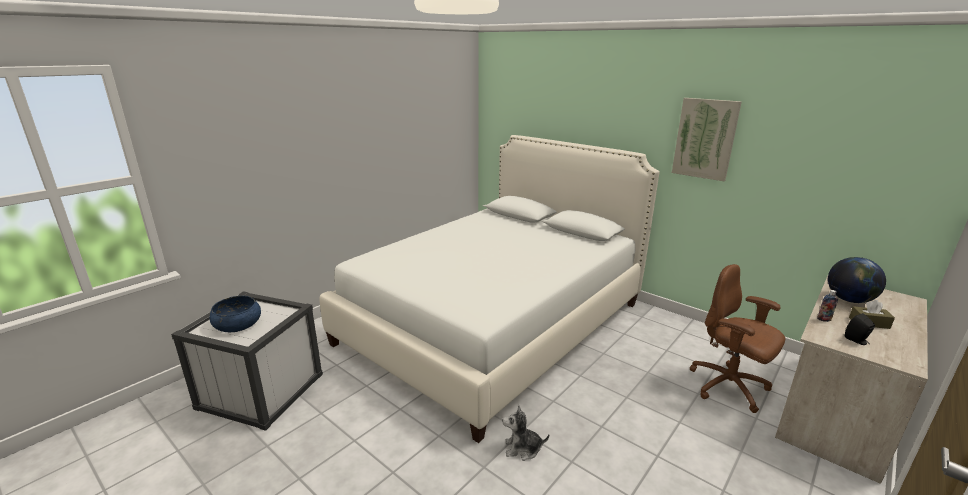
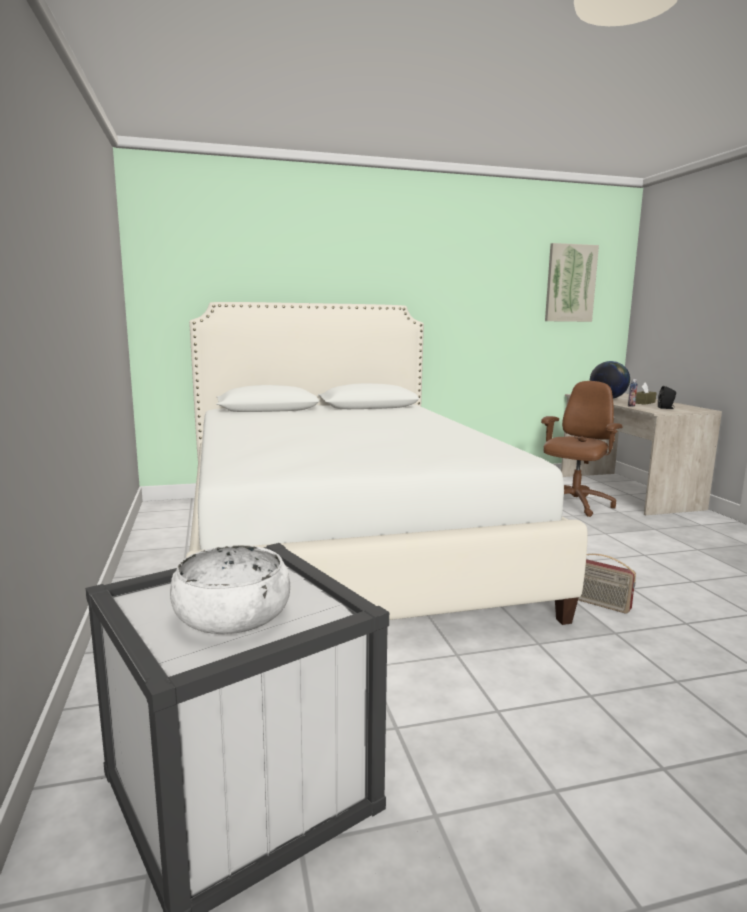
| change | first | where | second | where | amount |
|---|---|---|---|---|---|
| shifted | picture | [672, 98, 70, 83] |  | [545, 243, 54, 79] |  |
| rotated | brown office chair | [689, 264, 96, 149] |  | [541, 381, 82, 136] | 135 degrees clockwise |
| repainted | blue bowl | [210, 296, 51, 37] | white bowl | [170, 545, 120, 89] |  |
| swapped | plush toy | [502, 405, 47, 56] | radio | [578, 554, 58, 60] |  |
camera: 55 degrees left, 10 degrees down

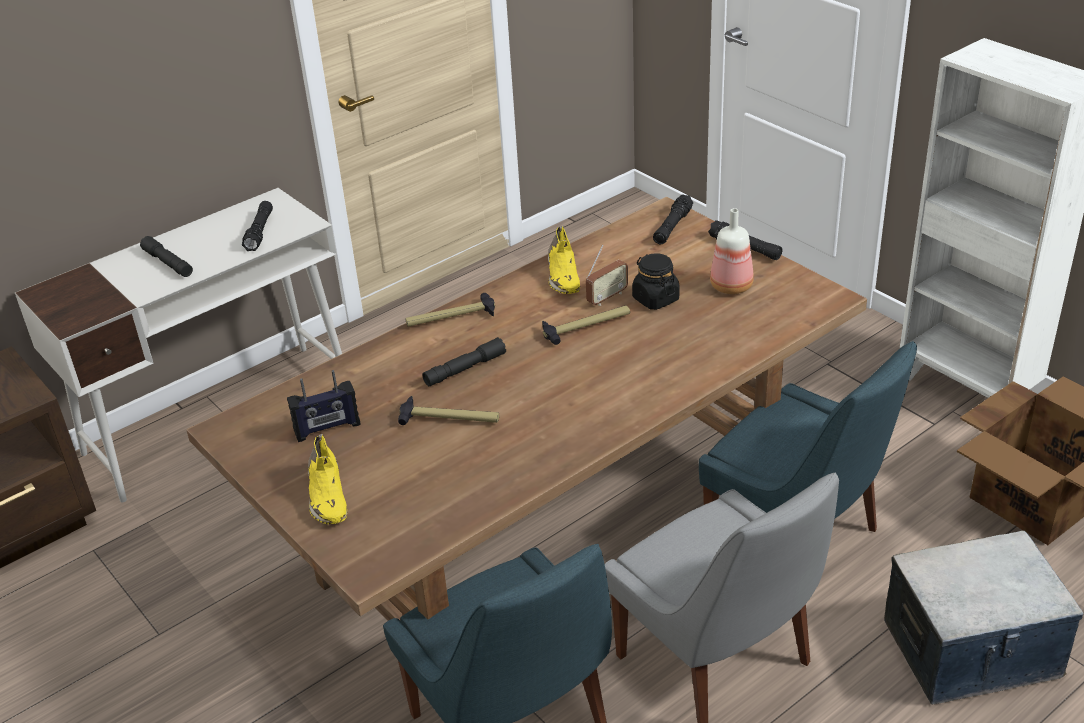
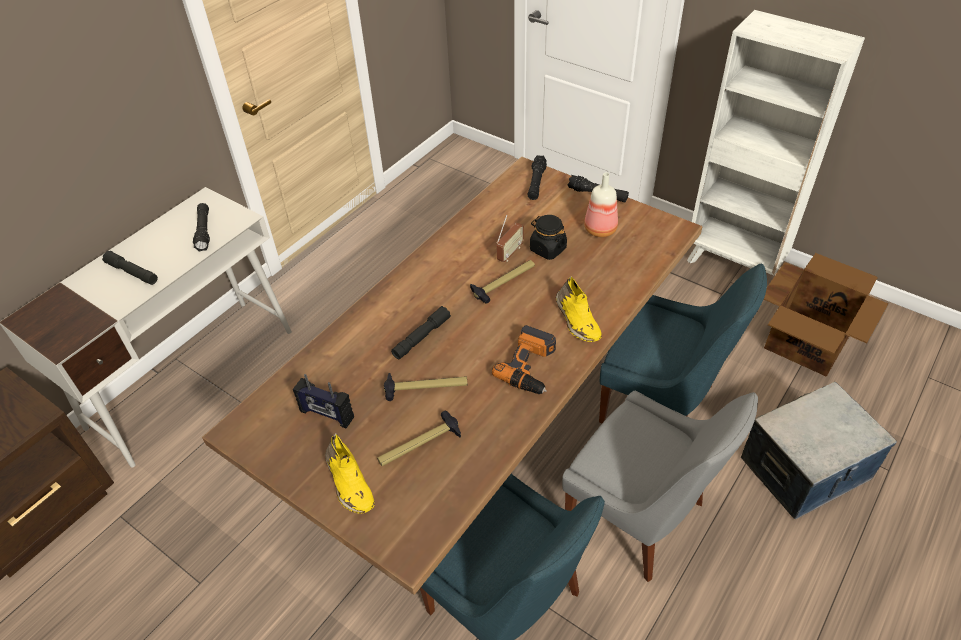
| change | first | where | second | where | amount |
|---|---|---|---|---|---|
| shifted | yellow shoe | [548, 226, 32, 68] |  | [556, 276, 46, 66] |  |
| shifted | hammer | [405, 293, 90, 34] |  | [377, 411, 84, 55] |  |
| rotated | radio | [287, 370, 73, 72] |  | [293, 374, 61, 55] | 60 degrees clockwise |
| new |  |  | power drill | [492, 325, 64, 69] |  |
camera: 15 degrees left, 10 degrees up

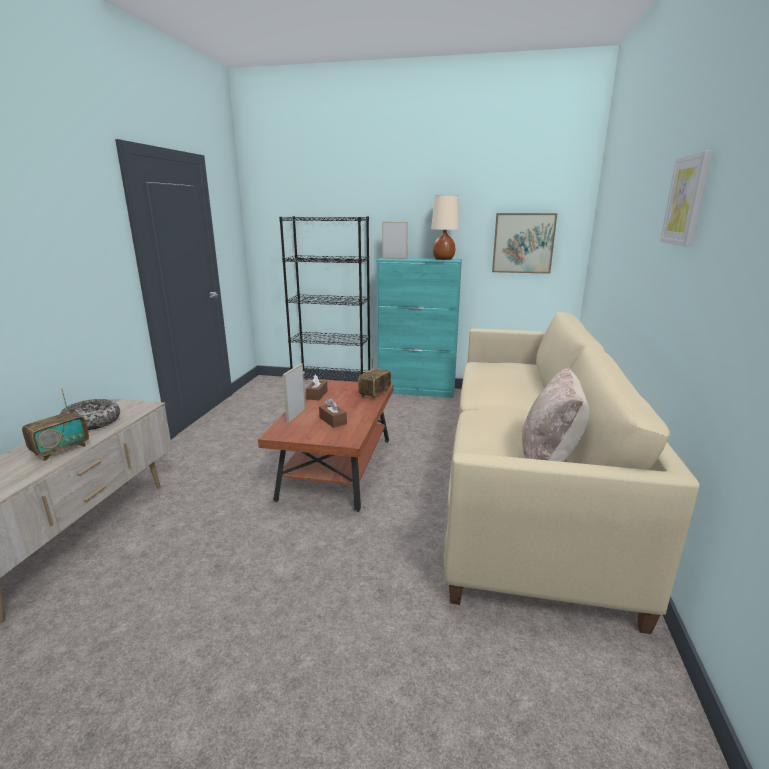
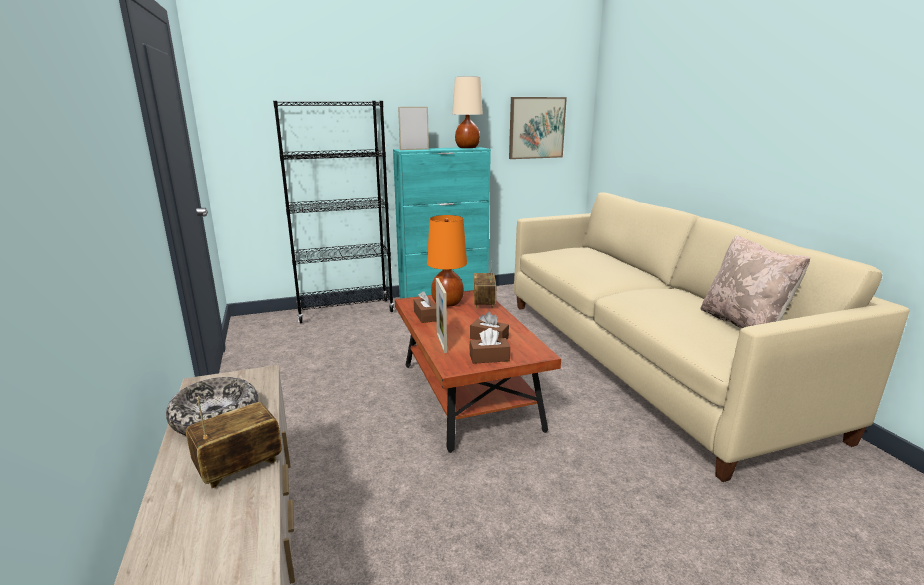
| change | first | where | second | where | amount |
|---|---|---|---|---|---|
| gone | picture | [660, 151, 52, 96] |  |  |  |
| rotated | radio | [22, 389, 67, 72] |  | [186, 397, 96, 91] | 135 degrees counterclockwise |
| new |  |  | orange table lamp | [427, 215, 40, 92] |  |
| new |  |  | brown tissue box | [469, 328, 41, 36] |  |
camera: 30 degrees left, 0 degrees up

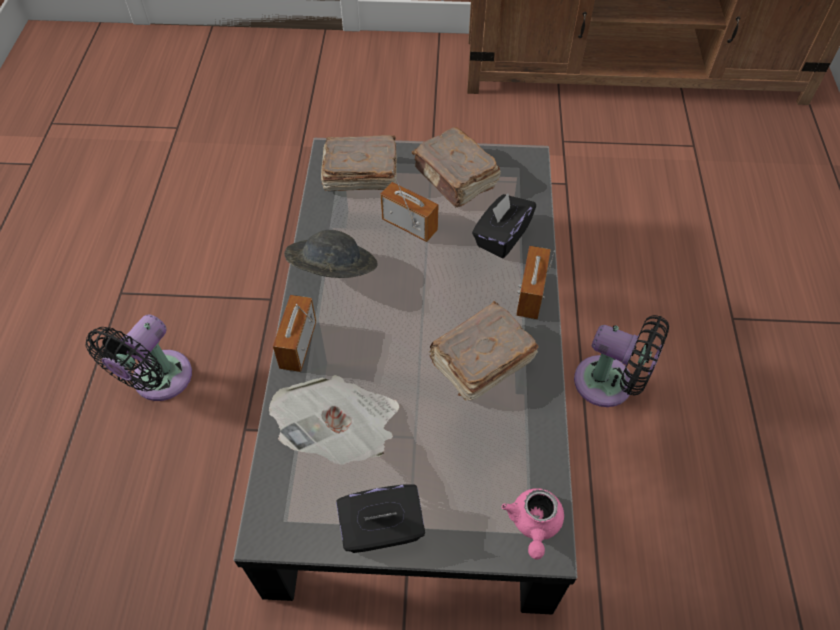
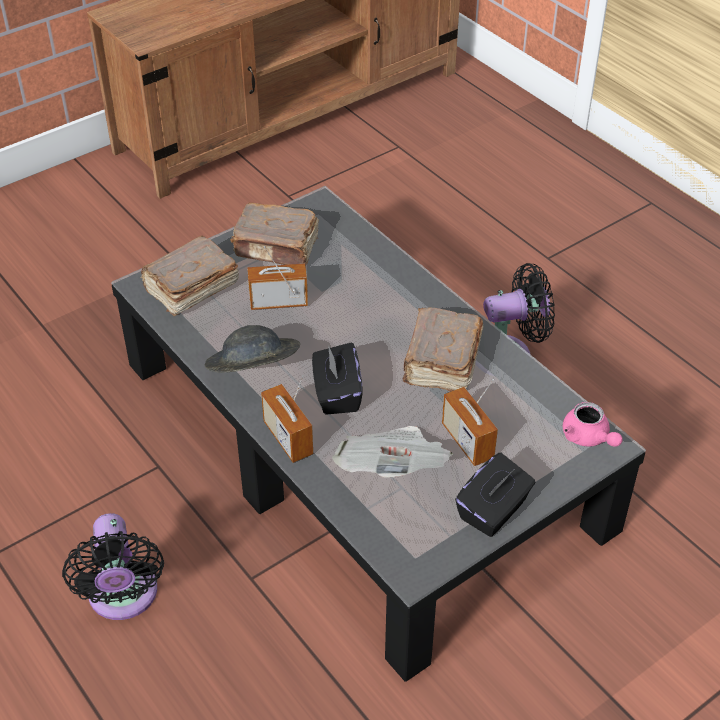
| change | first | where | second | where | amount |
|---|---|---|---|---|---|
| shifted | black tissue box | [472, 194, 64, 64] |  | [312, 342, 51, 73] |  |
| shifted | radio | [516, 246, 39, 73] |  | [442, 379, 56, 87] |  |
camera: 40 degrees left, 10 degrees down

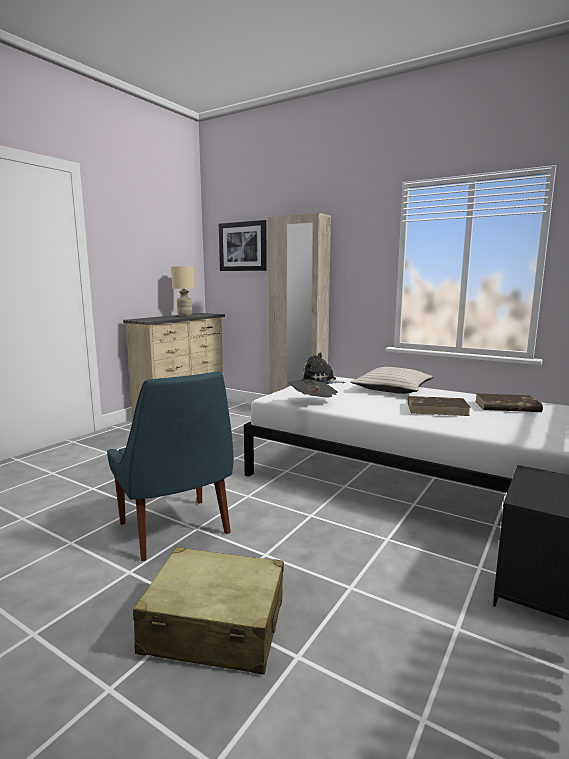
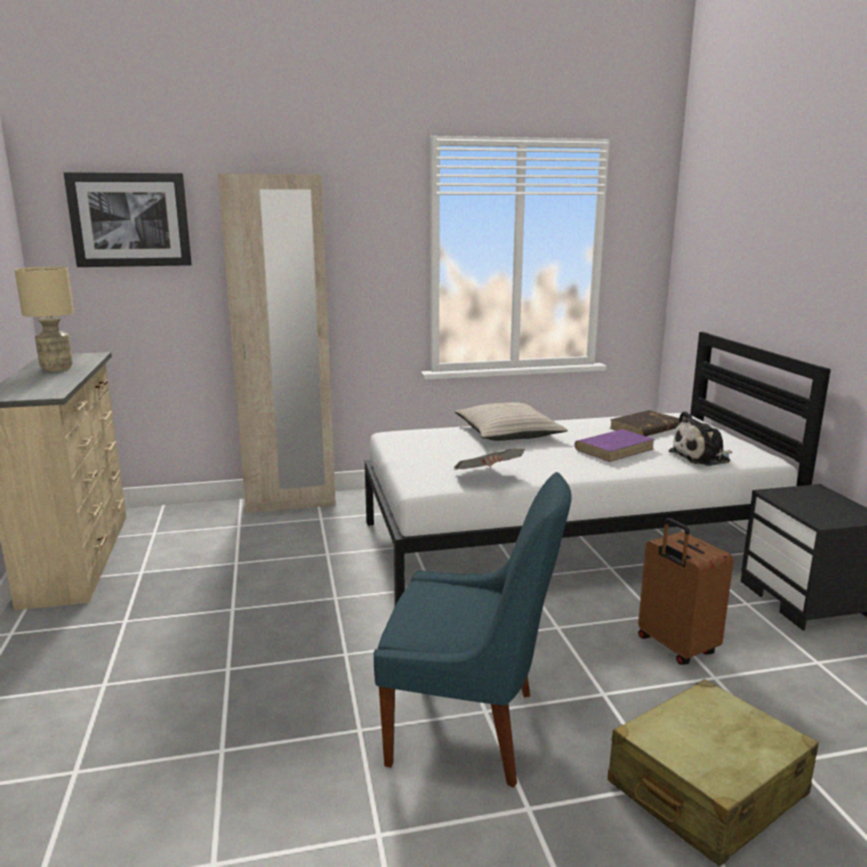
| change | first | where | second | where | amount |
|---|---|---|---|---|---|
| shifted | plush toy | [303, 353, 43, 31] |  | [668, 411, 64, 55] |  |
| repainted | brown book | [408, 396, 63, 20] | purple book | [574, 429, 81, 33] |  |
| new |  |  | brown suitcase | [638, 518, 96, 147] |  |
camera: 45 degrees left, 5 degrees up

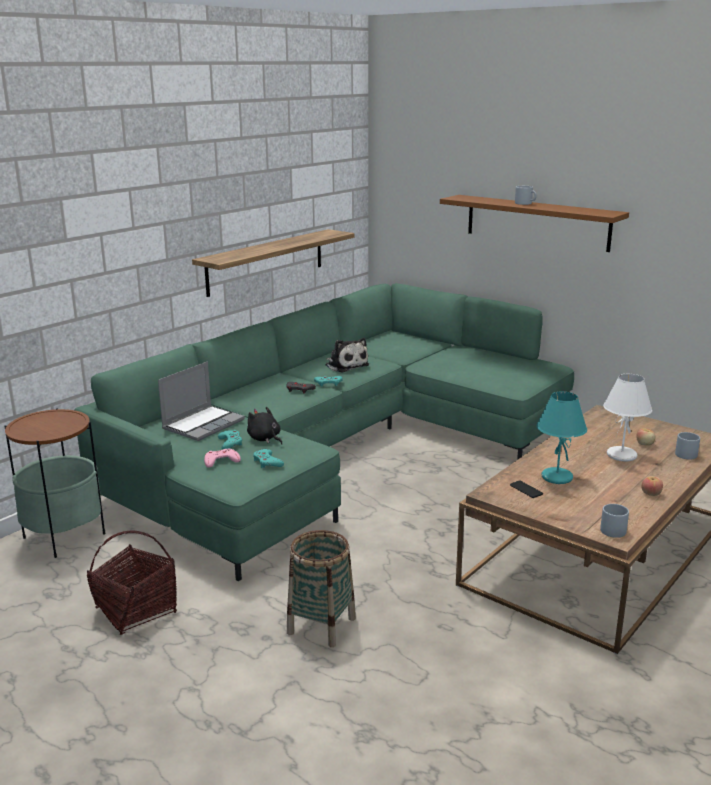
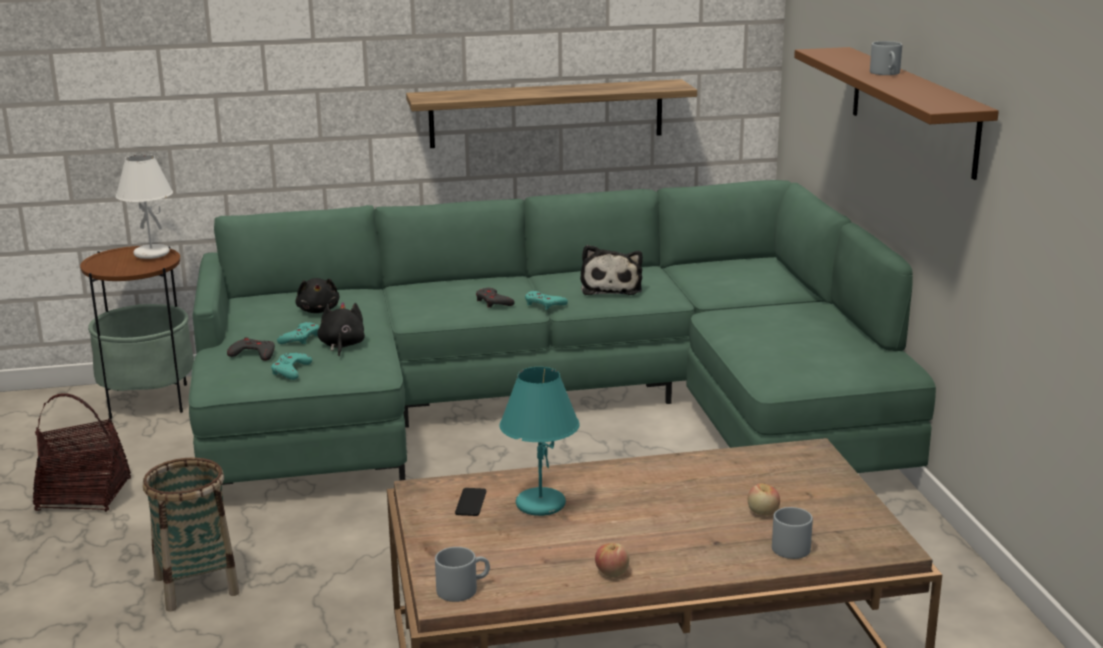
| change | first | where | second | where | amount |
|---|---|---|---|---|---|
| swapped | laptop | [158, 361, 87, 80] | black plush toy | [295, 278, 45, 35] |  |
| shifted | white table lamp | [603, 374, 49, 87] |  | [116, 154, 57, 105] |  |
| repainted | pink game controller | [204, 449, 37, 19] | grey game controller | [227, 337, 48, 24] |  |
camera: 40 degrees right, 0 degrees up

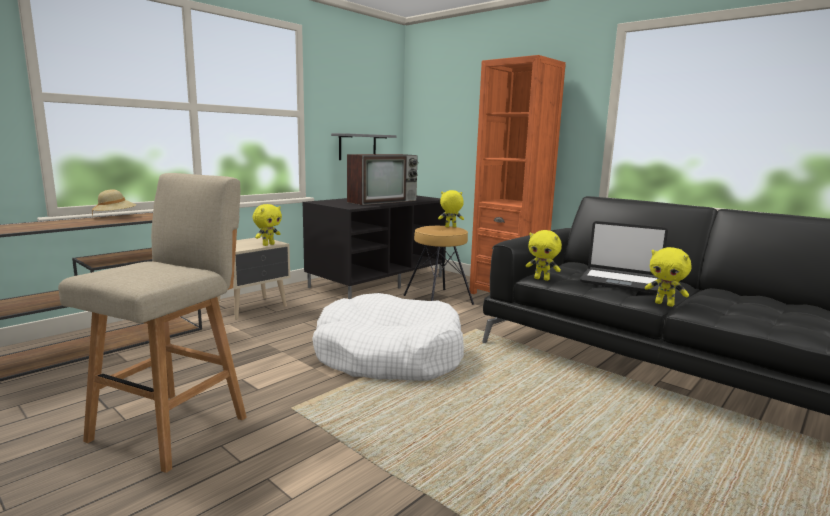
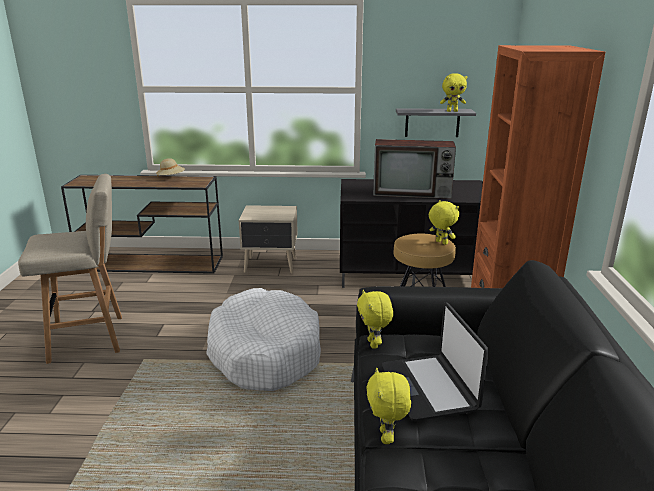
| change | first | where | second | where | amount |
|---|---|---|---|---|---|
| shifted | yellow plush toy | [253, 204, 29, 42] |  | [440, 73, 27, 39] |  |
camera: 50 degrees right, 10 degrees up

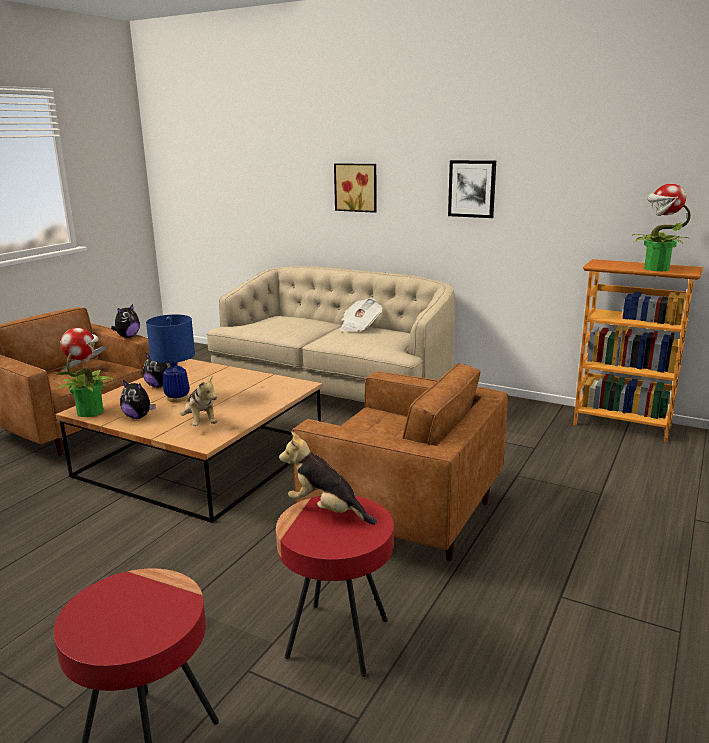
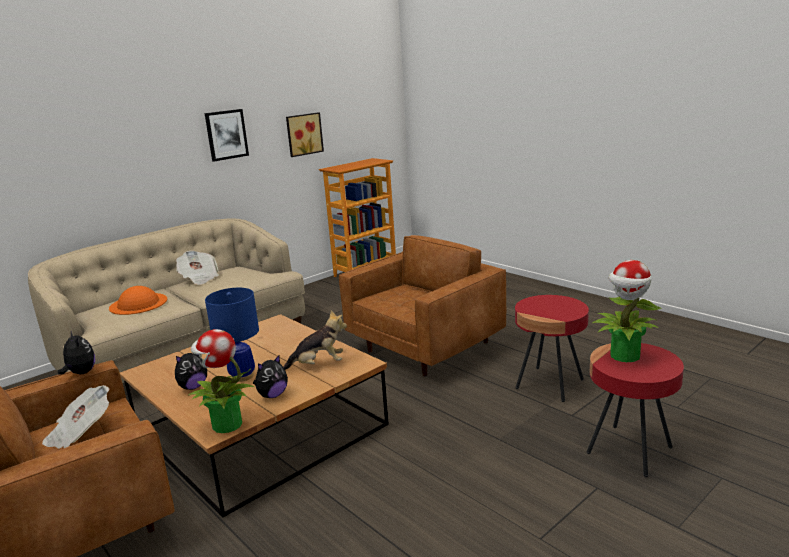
| change | first | where | second | where | amount |
|---|---|---|---|---|---|
| shifted | picture | [334, 163, 43, 50] |  | [286, 112, 38, 45] |  |
| shifted | potted plant | [633, 184, 58, 87] |  | [593, 260, 69, 102] |  |
| gone | plush toy | [279, 432, 98, 93] |  |  |  |
| new |  |  | orange hat | [109, 286, 58, 29] |  |
camera: 70 degrees left, 0 degrees up

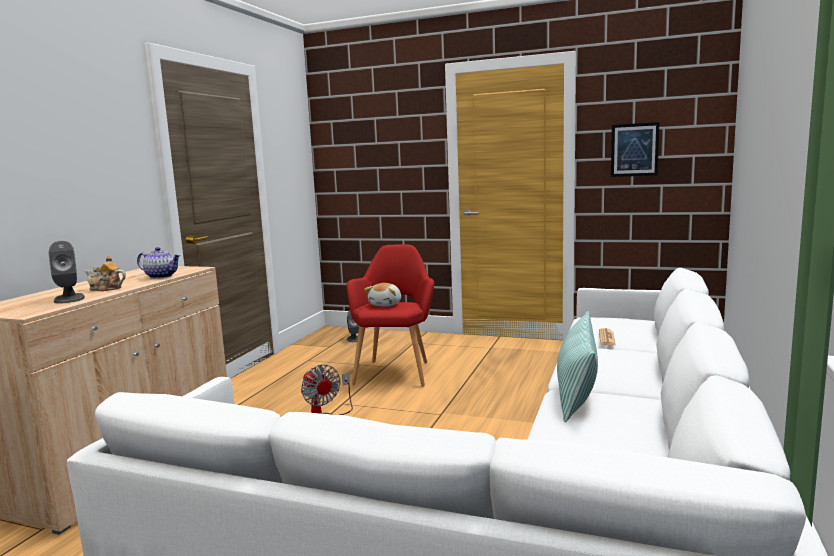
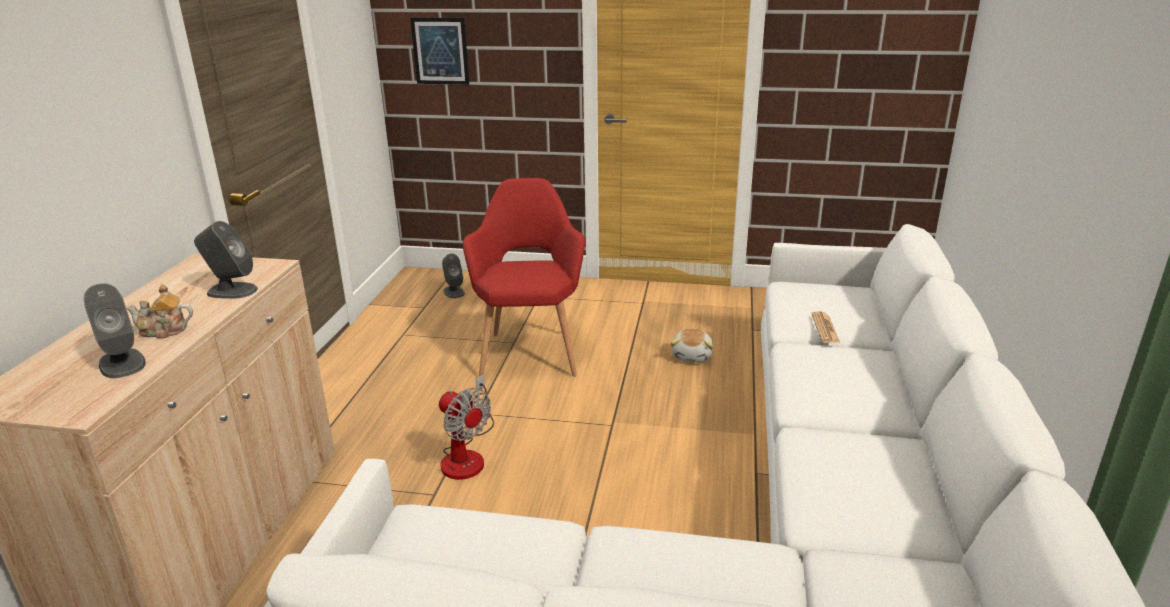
| change | first | where | second | where | amount |
|---|---|---|---|---|---|
| shifted | picture | [611, 122, 48, 55] |  | [410, 18, 59, 67] |  |
| swapped | teapot | [137, 247, 44, 32] | grey speaker | [194, 221, 64, 78] |  |
| shifted | plush toy | [364, 283, 37, 23] |  | [671, 329, 42, 33] |  |
| gone | pillow | [557, 311, 41, 111] |  |  |  |
camera: 10 degrees left, 15 degrees up

